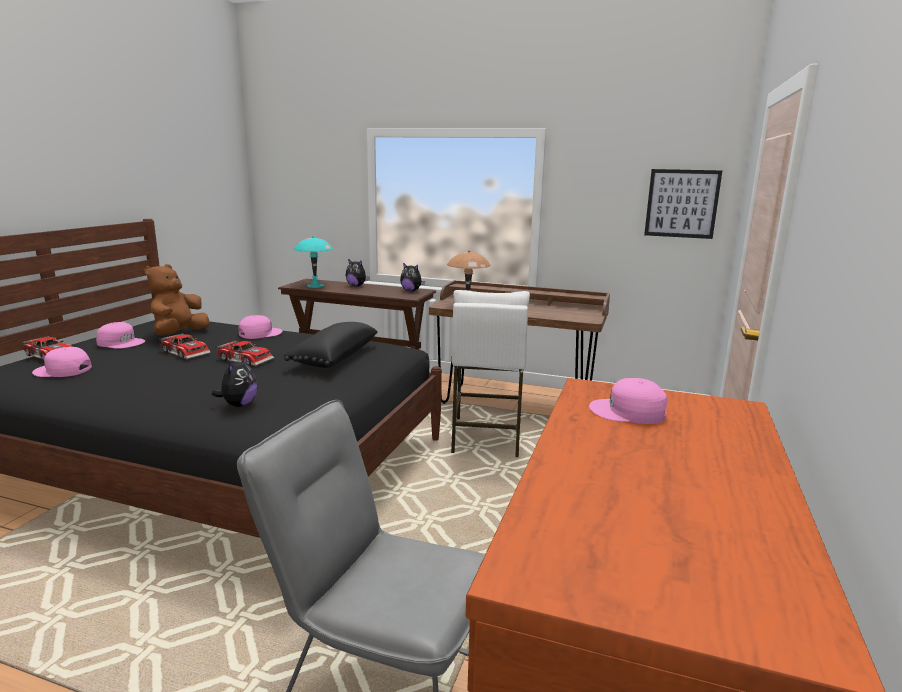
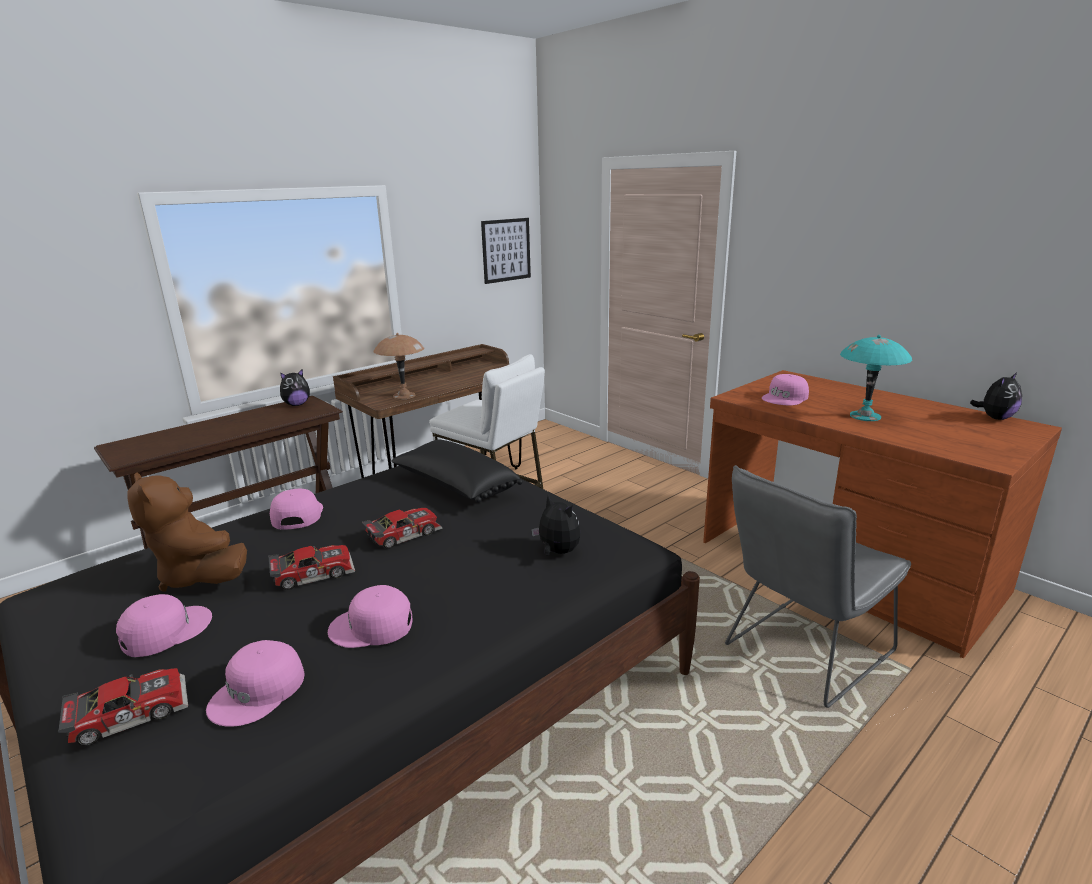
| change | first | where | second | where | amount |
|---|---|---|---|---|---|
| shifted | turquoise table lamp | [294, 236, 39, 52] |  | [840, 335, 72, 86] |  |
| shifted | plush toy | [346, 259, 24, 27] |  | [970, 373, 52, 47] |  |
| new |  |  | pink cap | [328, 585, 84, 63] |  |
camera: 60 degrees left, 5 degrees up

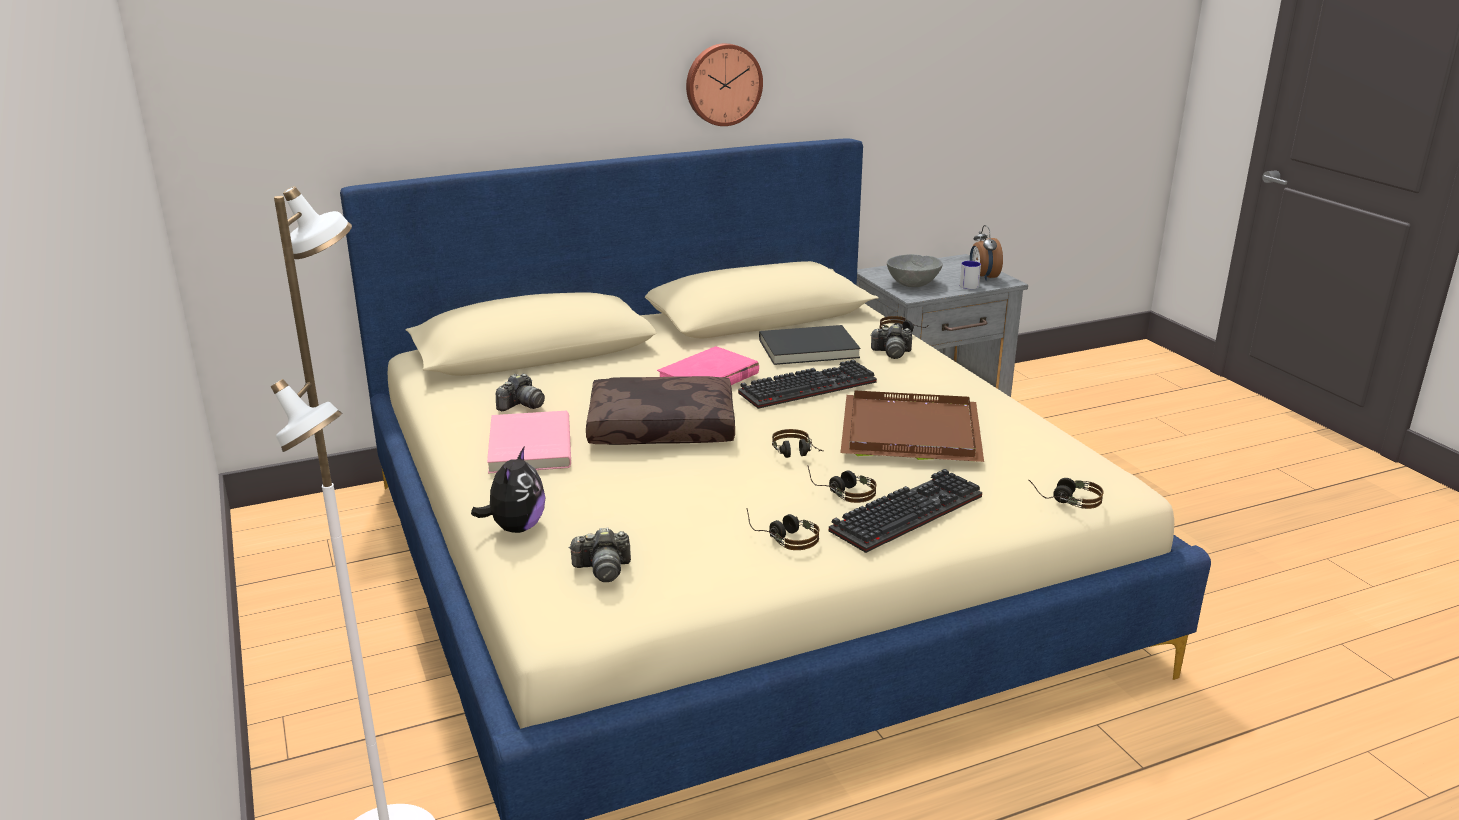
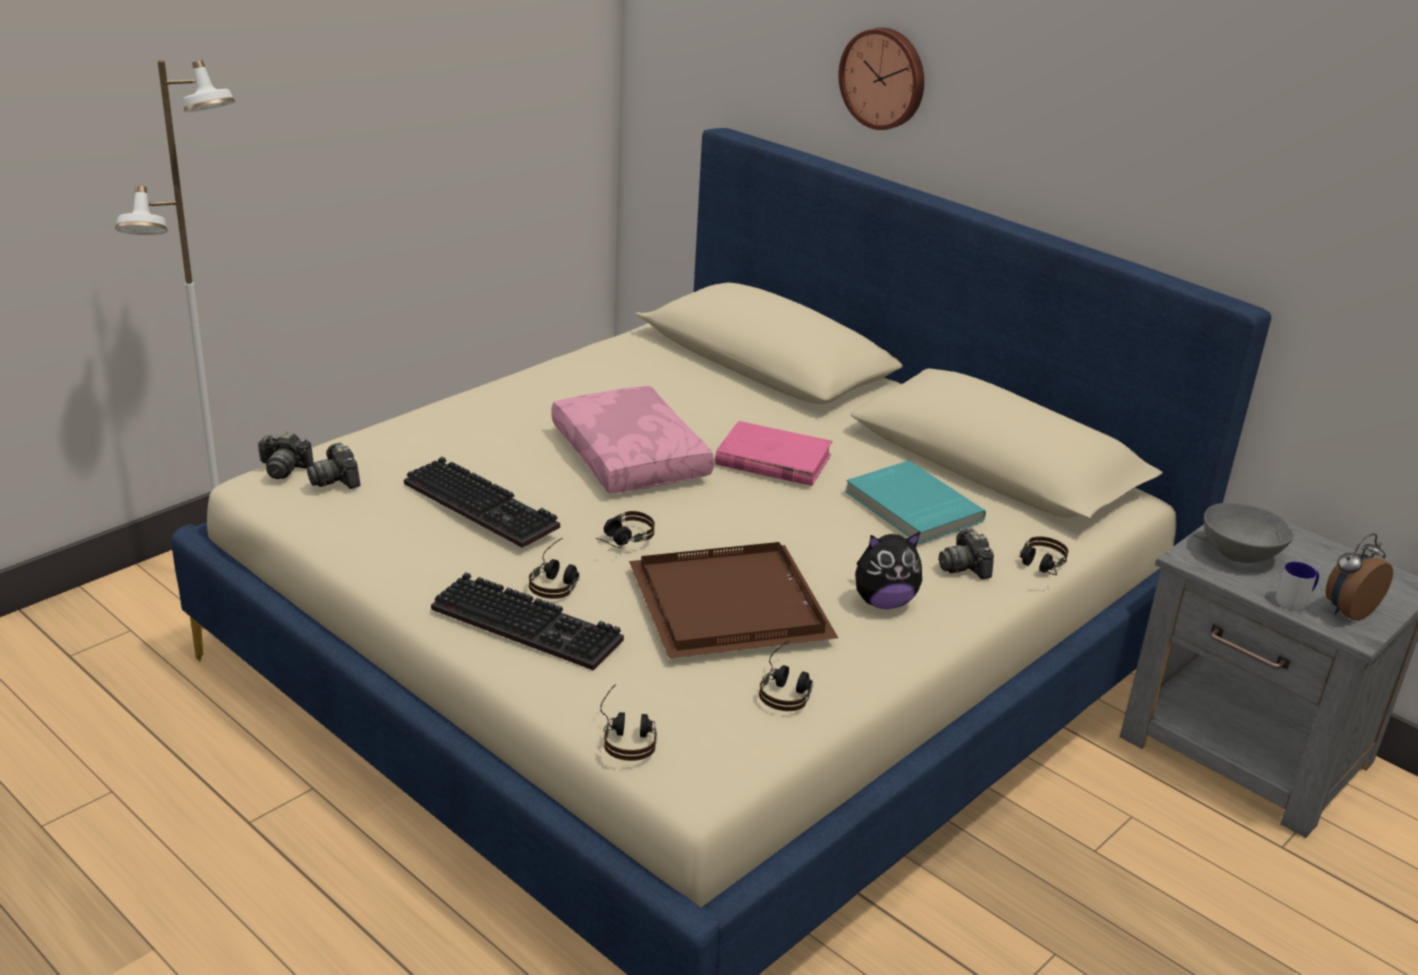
| change | first | where | second | where | amount |
|---|---|---|---|---|---|
| shifted | wall clock | [686, 43, 77, 83] |  | [838, 27, 86, 103] |  |
| repainted | black book | [759, 325, 101, 40] | turquoise book | [845, 461, 141, 83] |  |
| shifted | keyboard | [738, 359, 139, 50] |  | [404, 457, 156, 91] |  |
| shifted | photo camera | [496, 374, 49, 37] |  | [257, 432, 57, 47] |  |
| repainted | brown pillow | [586, 376, 149, 69] | pink pillow | [551, 386, 163, 108] |  |
| gone | pink book | [487, 411, 84, 62] |  |  |  |
| shifted | plush toy | [471, 447, 75, 86] |  | [855, 532, 67, 77] |  |
| shifted | headphones | [747, 508, 72, 42] |  | [759, 640, 54, 71] |  |
camera: 65 degrees right, 5 degrees up

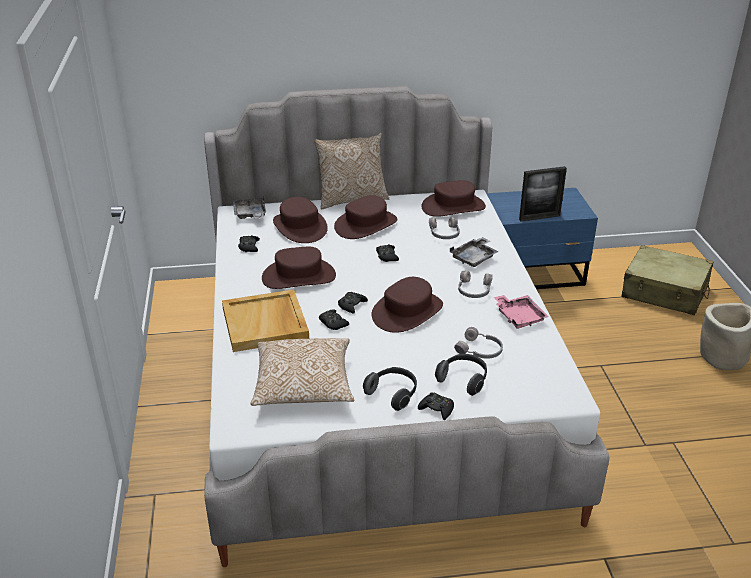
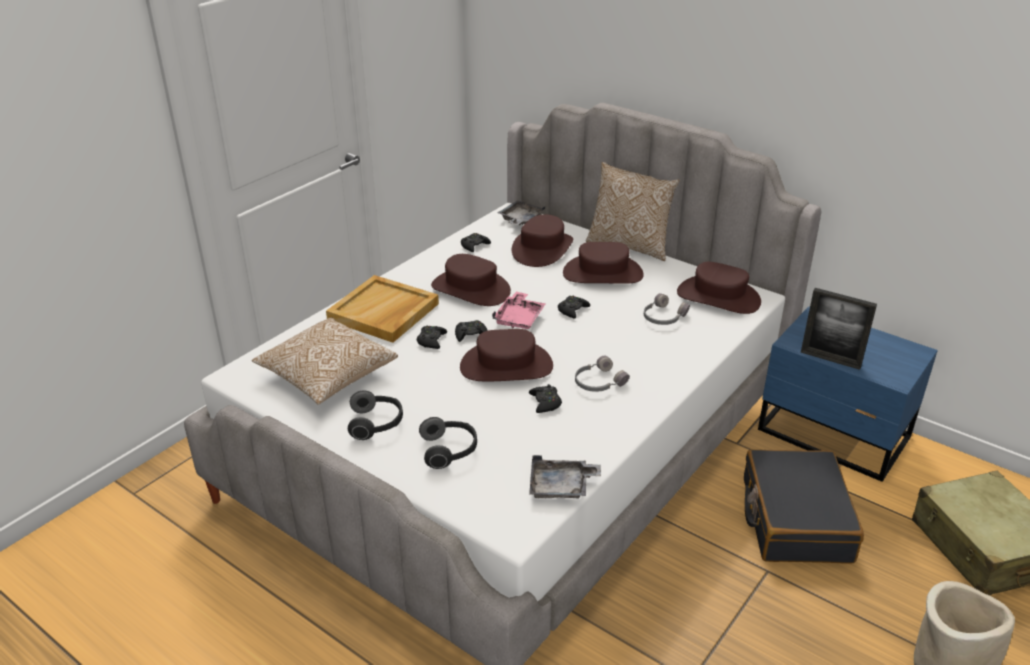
| change | first | where | second | where | amount |
|---|---|---|---|---|---|
| shifted | grey tray | [450, 237, 49, 30] |  | [529, 455, 72, 44] |  |
| shifted | pink tray | [493, 295, 56, 34] |  | [492, 291, 54, 38] |  |
| gone | grey headphones | [454, 327, 49, 32] |  |  |  |
| shifted | black game controller | [418, 392, 36, 28] |  | [529, 384, 33, 29] |  |
| new |  |  | black suitcase | [744, 449, 120, 115] |  |
camera: 45 degrees right, 0 degrees up

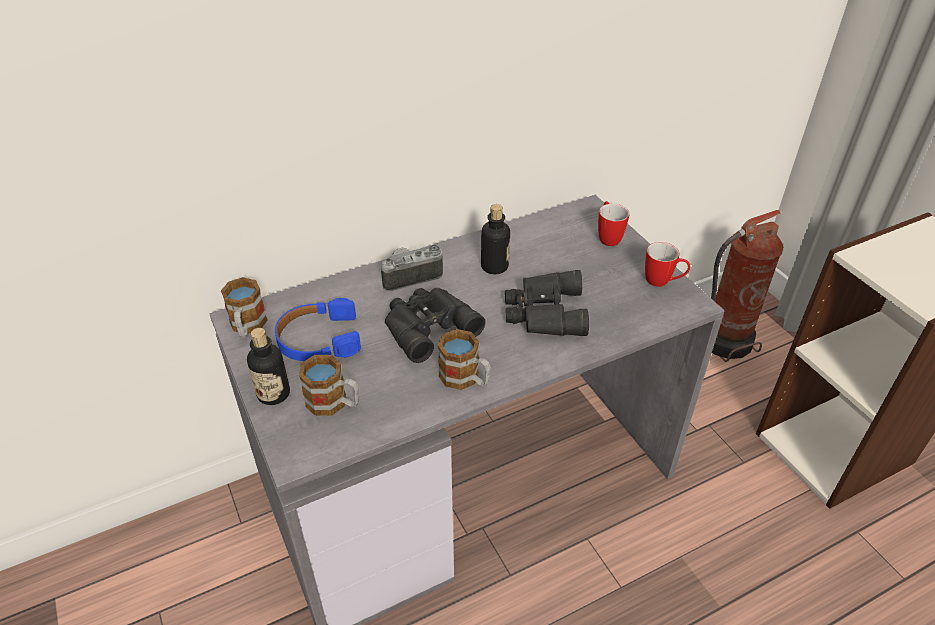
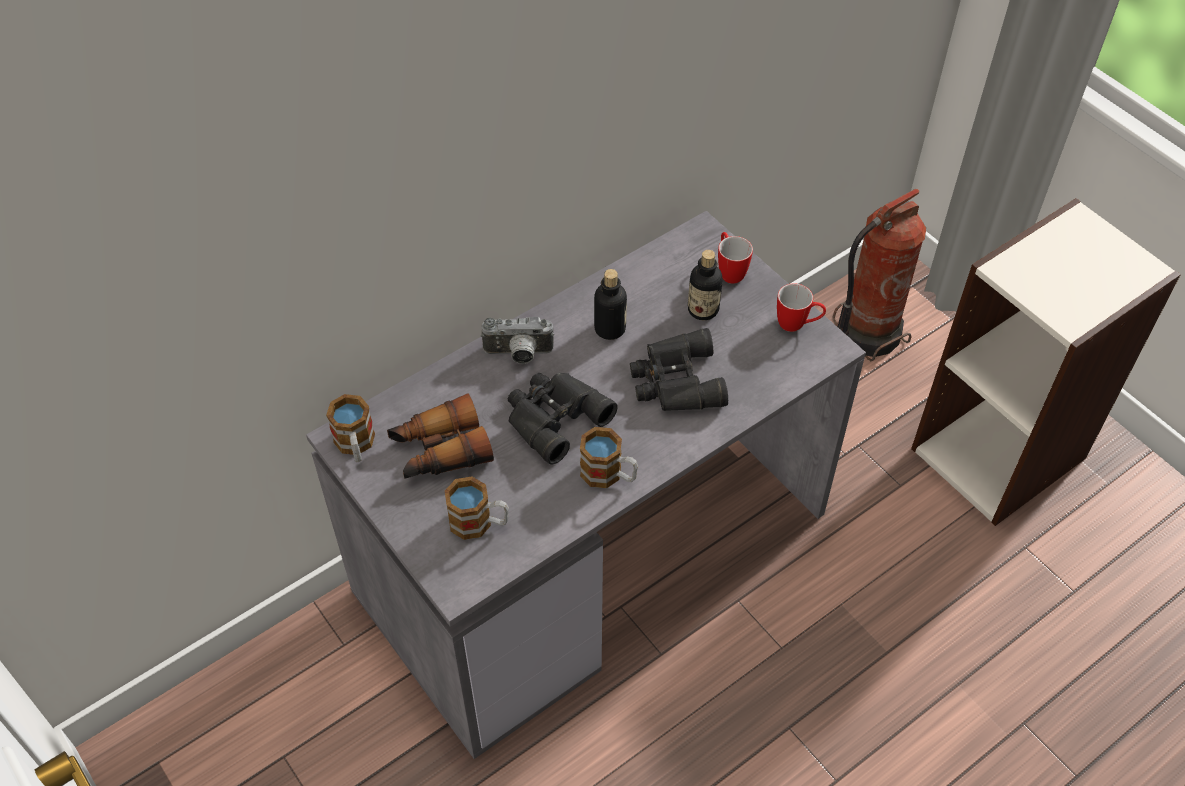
| change | first | where | second | where | amount |
|---|---|---|---|---|---|
| rotated | photo camera | [379, 245, 64, 46] |  | [481, 317, 73, 47] | 150 degrees counterclockwise |
| swapped | blue headphones | [275, 298, 86, 63] | binoculars | [387, 393, 107, 86] |  |
| shifted | bottle | [247, 328, 43, 77] |  | [688, 250, 34, 70] |  |
camera: 10 degrees left, 10 degrees up

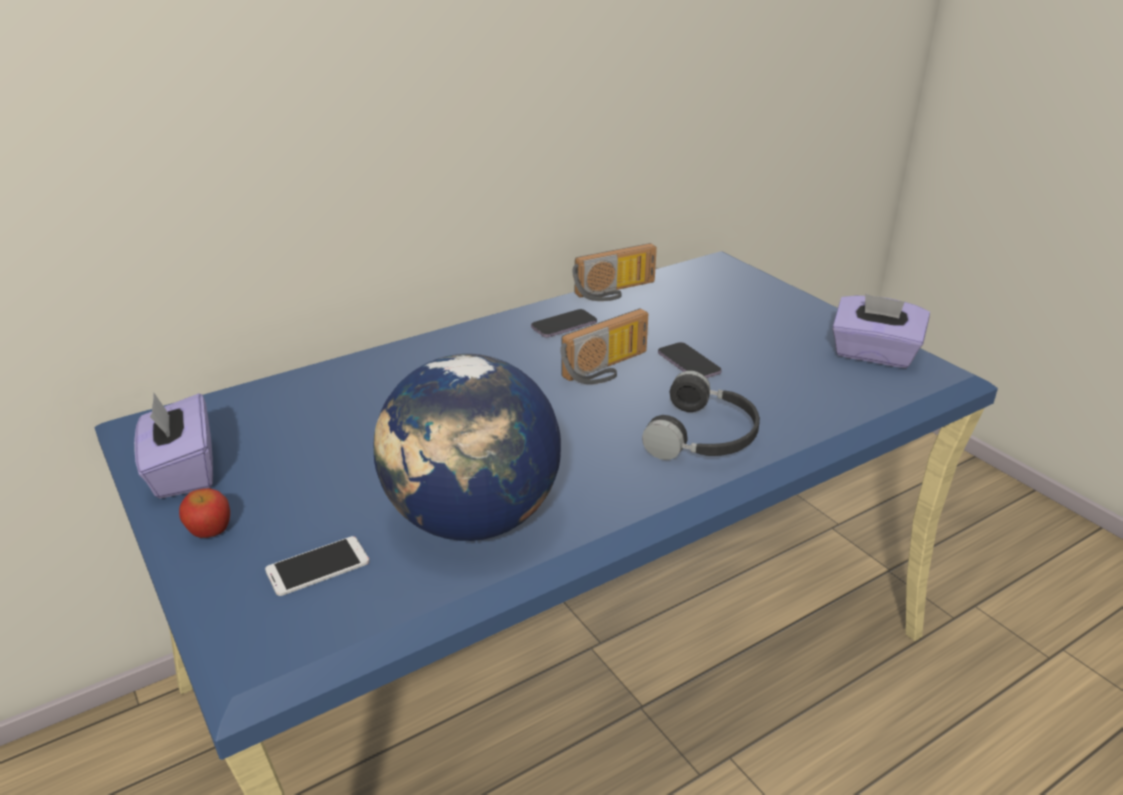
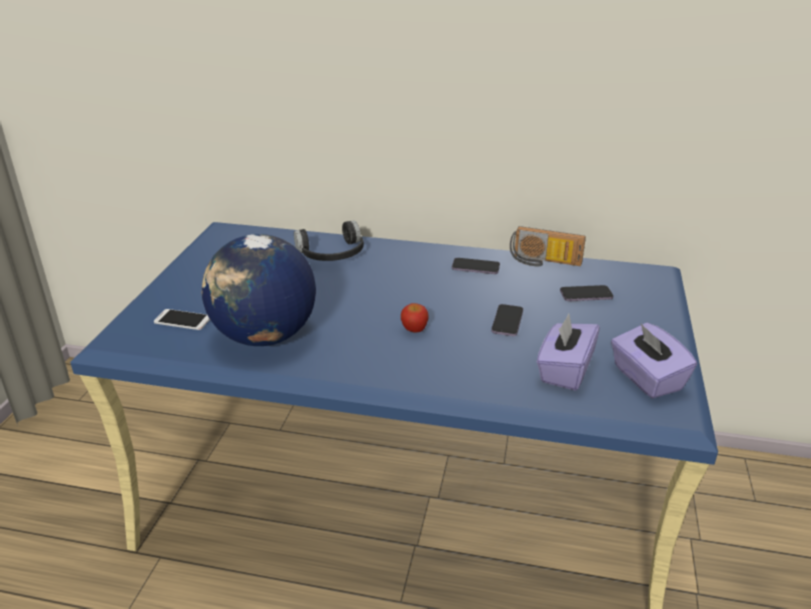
| change | first | where | second | where | amount |
|---|---|---|---|---|---|
| gone | radio | [560, 308, 88, 76] |  |  |  |
| shifted | black headphones | [642, 371, 118, 89] |  | [294, 220, 70, 41] |  |
| shifted | purple tissue box | [134, 392, 79, 107] |  | [537, 314, 63, 77] |  |
| shifted | apple | [179, 488, 51, 50] |  | [401, 303, 27, 30] |  |
| new |  |  | phone | [560, 285, 53, 16] |  |
camera: 45 degrees right, 0 degrees up

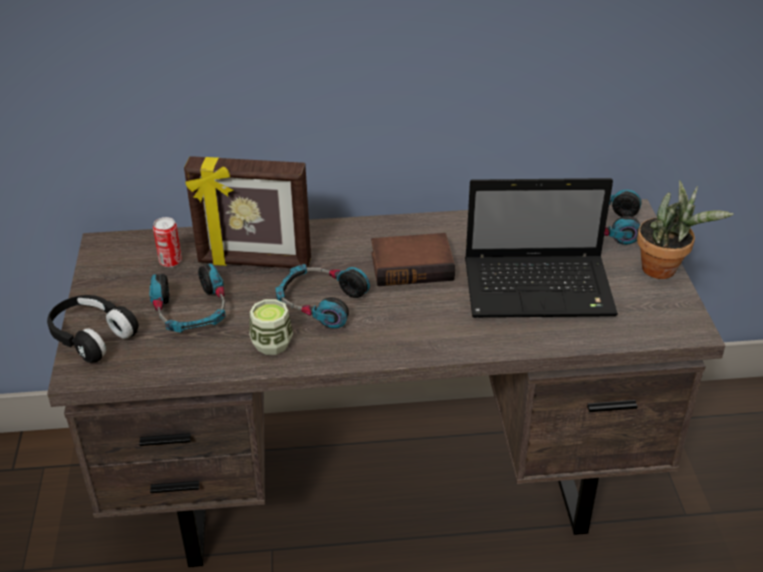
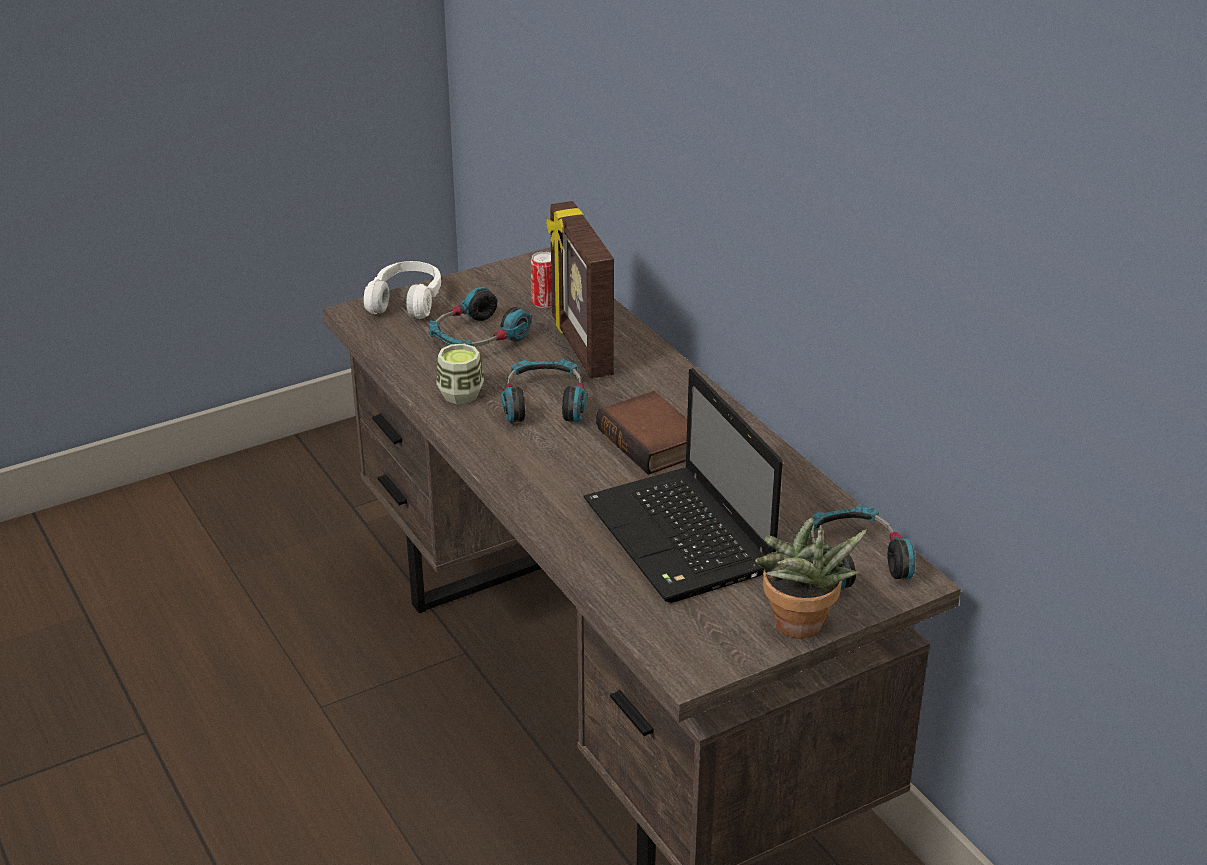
| change | first | where | second | where | amount |
|---|---|---|---|---|---|
| repainted | black headphones | [47, 295, 92, 68] | white headphones | [364, 261, 77, 58] |  |
camera: 65 degrees right, 5 degrees down

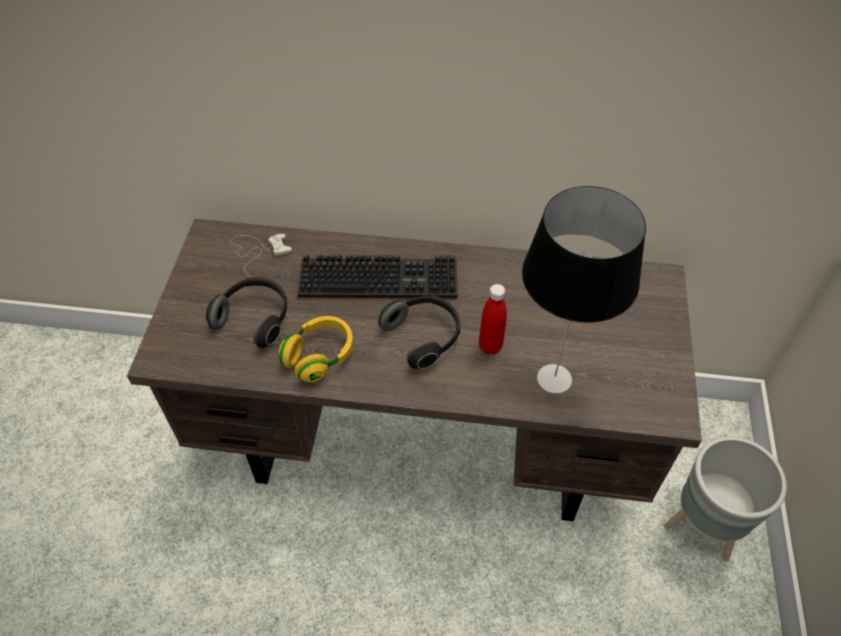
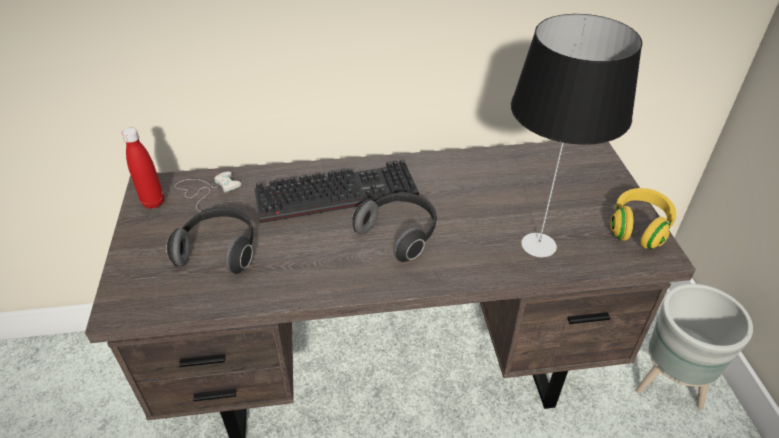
| change | first | where | second | where | amount |
|---|---|---|---|---|---|
| shifted | red bottle | [479, 284, 28, 70] |  | [122, 128, 42, 81] |  |
| shifted | yellow headphones | [279, 316, 74, 67] |  | [610, 188, 67, 61] |  |
camera: 15 degrees left, 10 degrees down

